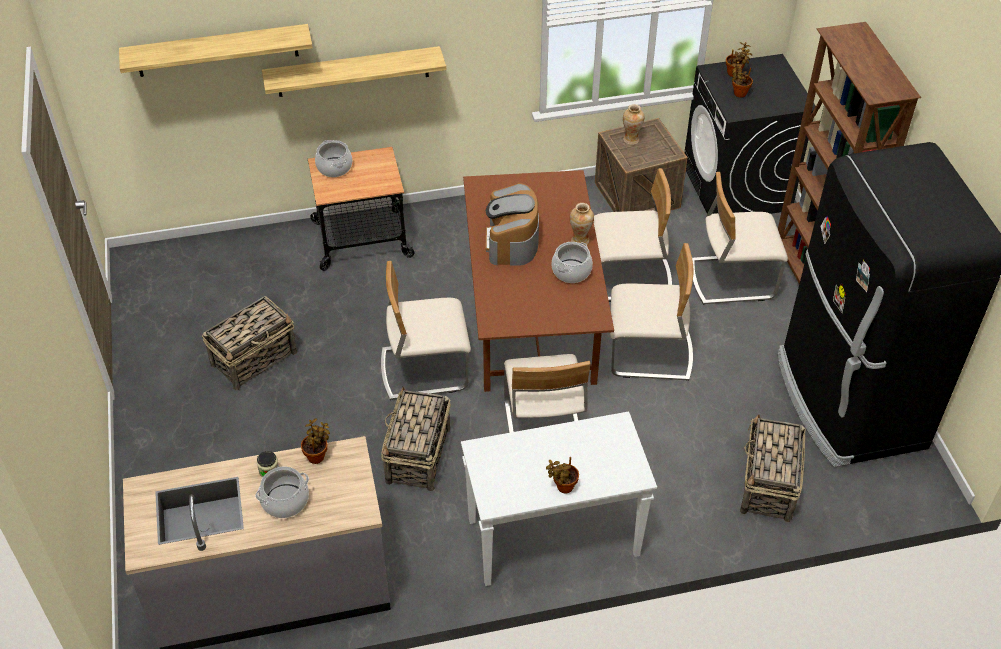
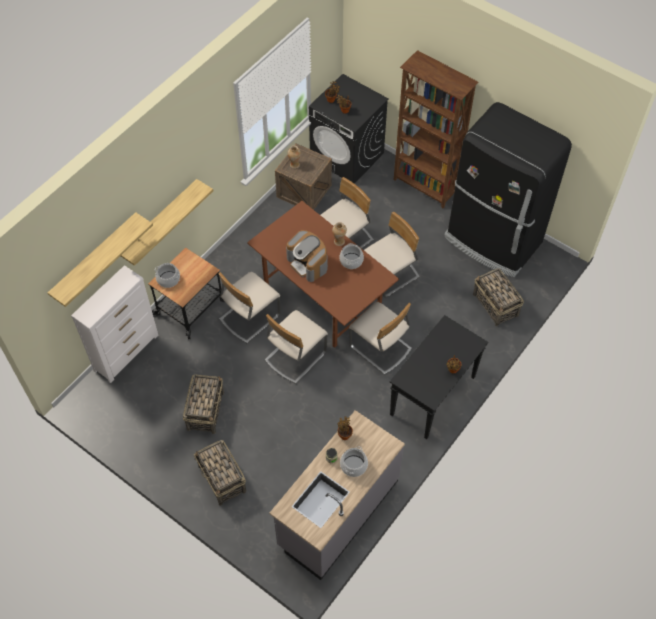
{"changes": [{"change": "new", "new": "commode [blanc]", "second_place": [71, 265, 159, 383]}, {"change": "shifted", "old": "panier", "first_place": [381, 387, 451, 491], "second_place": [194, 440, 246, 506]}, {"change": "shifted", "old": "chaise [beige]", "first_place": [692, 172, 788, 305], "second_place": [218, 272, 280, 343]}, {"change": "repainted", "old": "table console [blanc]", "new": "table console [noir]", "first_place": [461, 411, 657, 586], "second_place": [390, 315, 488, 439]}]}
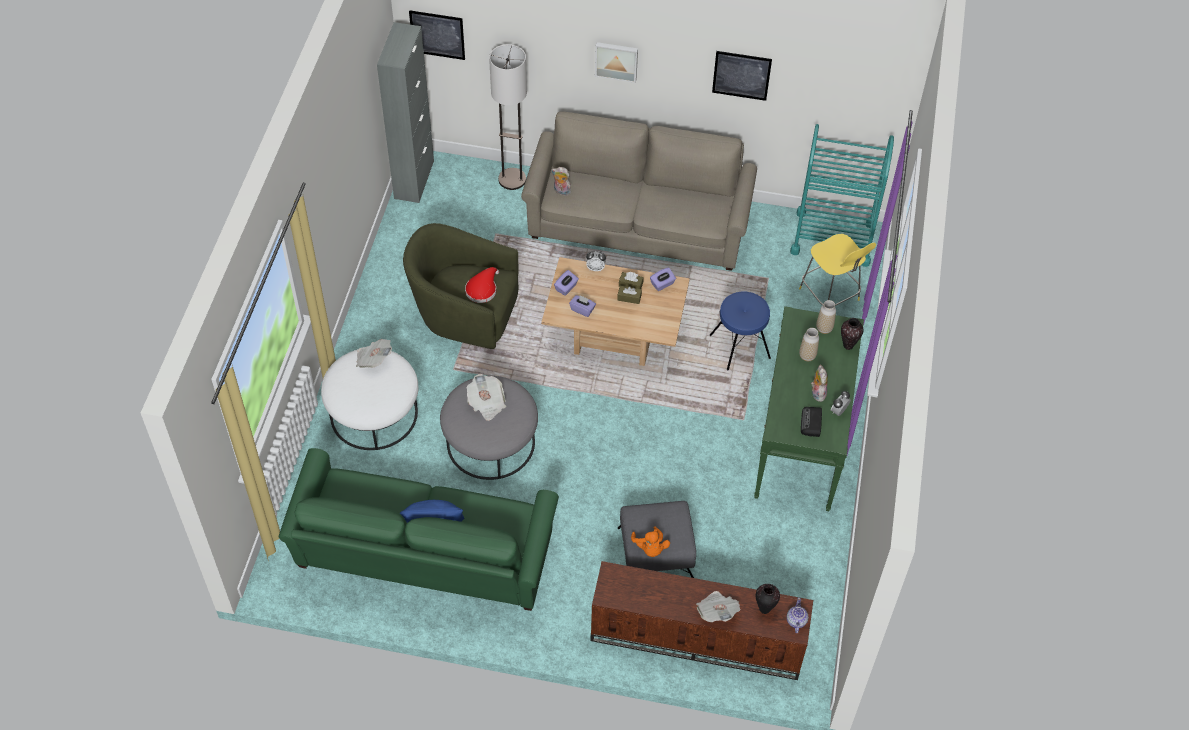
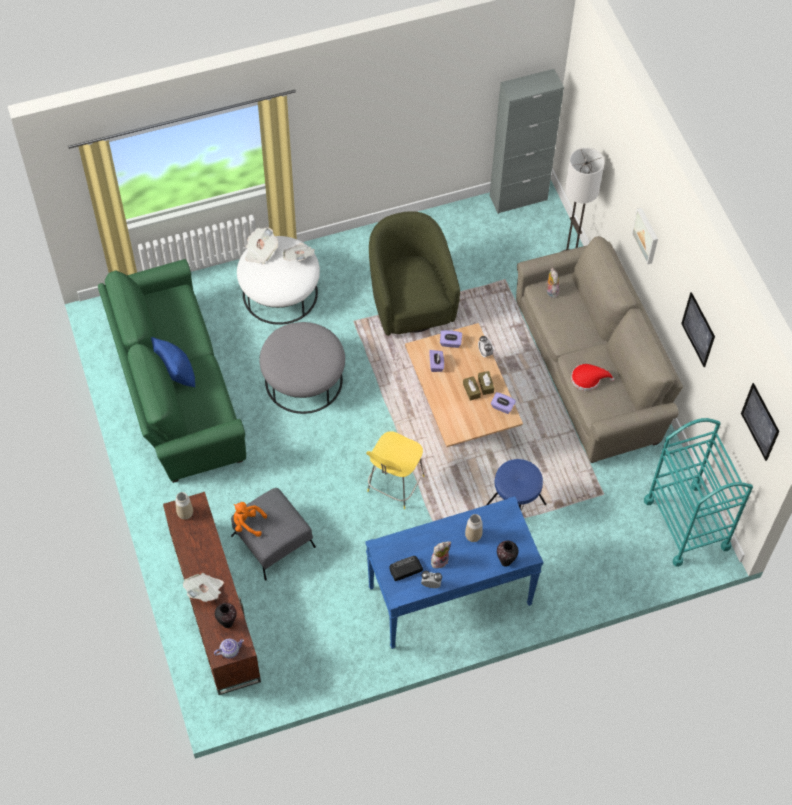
{"changes": [{"change": "shifted", "old": "vase", "first_place": [816, 300, 836, 334], "second_place": [175, 492, 193, 520]}, {"change": "rotated", "old": "peluche [orange]", "first_place": [631, 526, 670, 557], "second_place": [233, 502, 267, 537], "degrees": 60}, {"change": "shifted", "old": "journal", "first_place": [467, 374, 506, 421], "second_place": [245, 228, 278, 264]}, {"change": "repainted", "old": "table console [vert]", "new": "table console [bleu]", "first_place": [754, 306, 864, 511], "second_place": [365, 496, 543, 649]}, {"change": "shifted", "old": "tabouret [jaune]", "first_place": [799, 234, 876, 306], "second_place": [366, 432, 424, 509]}, {"change": "shifted", "old": "chapeau [rouge]", "first_place": [465, 267, 499, 303], "second_place": [571, 364, 614, 391]}, {"change": "shifted", "old": "tableau", "first_place": [409, 10, 465, 60], "second_place": [741, 383, 780, 461]}]}
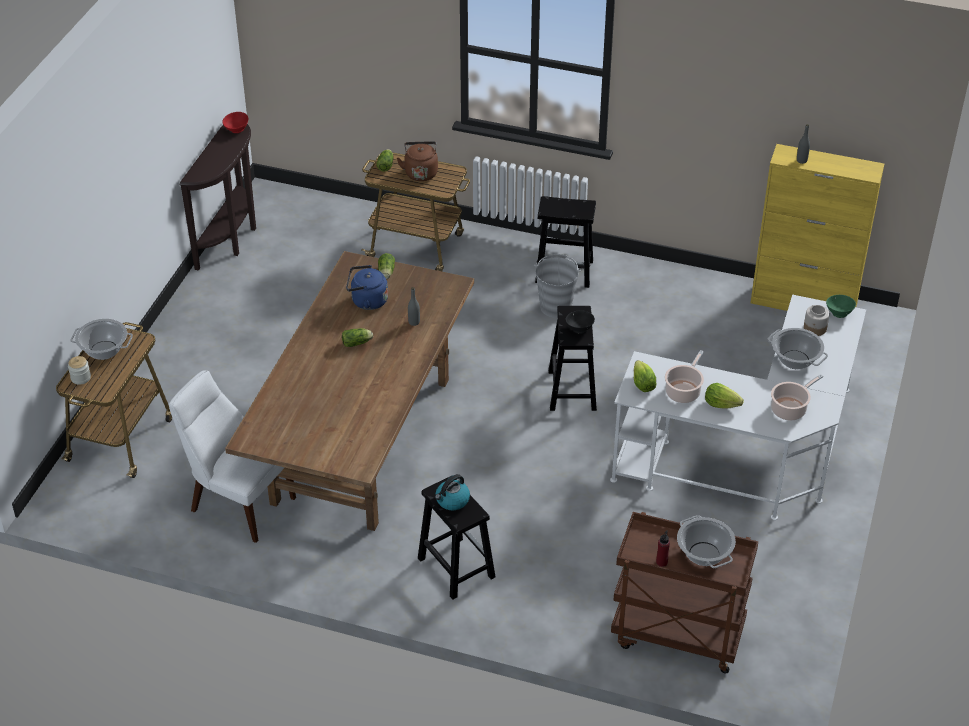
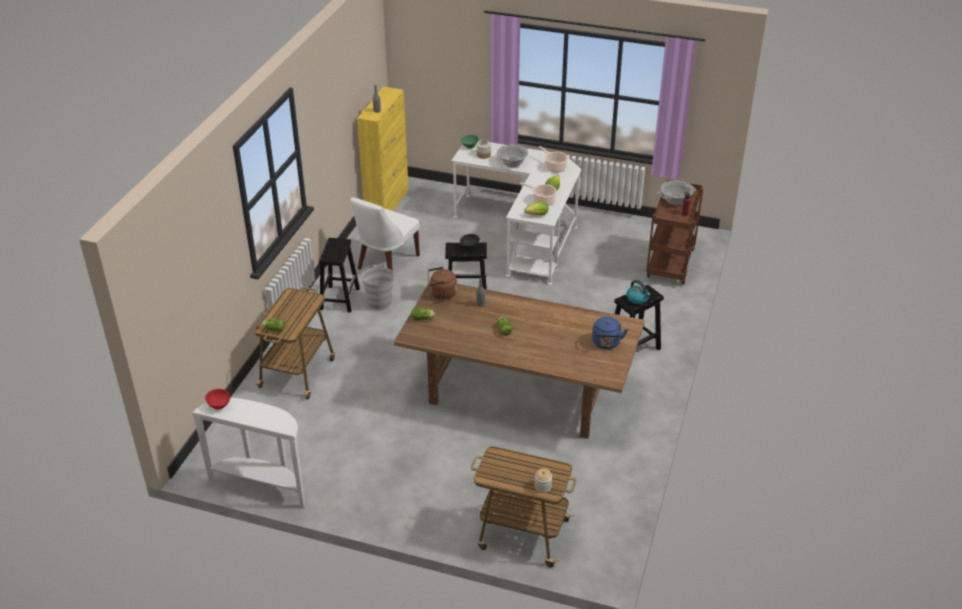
{"changes": [{"change": "repainted", "old": "table console [marron]", "new": "table console [blanc]", "first_place": [180, 124, 256, 271], "second_place": [191, 398, 305, 508]}, {"change": "shifted", "old": "chaise [blanc]", "first_place": [169, 370, 296, 543], "second_place": [350, 197, 420, 272]}, {"change": "shifted", "old": "bouilloire [marron]", "first_place": [397, 141, 438, 181], "second_place": [428, 267, 457, 300]}, {"change": "shifted", "old": "bouilloire [bleu]", "first_place": [346, 265, 388, 310], "second_place": [592, 317, 628, 349]}, {"change": "gone", "old": "marmite", "first_place": [70, 319, 133, 360]}]}
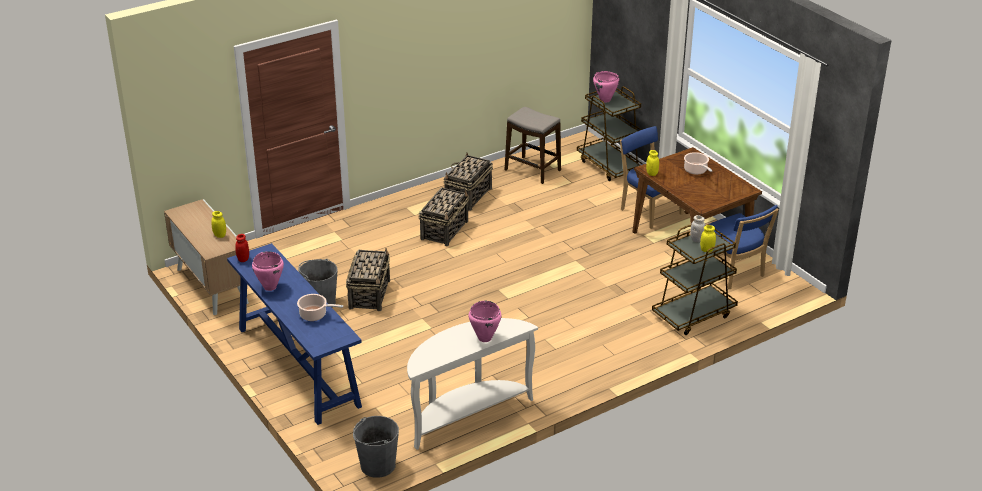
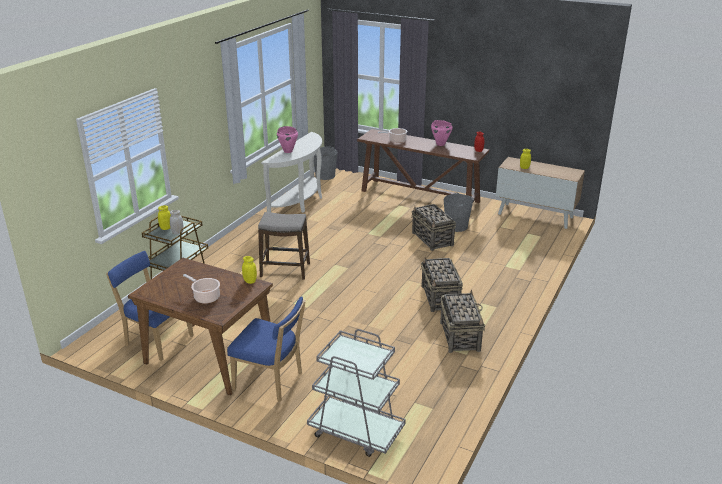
{"changes": [{"change": "shifted", "old": "tabouret", "first_place": [505, 107, 561, 184], "second_place": [258, 212, 310, 280]}, {"change": "repainted", "old": "chariot [marron]", "new": "chariot [gris]", "first_place": [577, 86, 643, 181], "second_place": [307, 329, 406, 457]}, {"change": "repainted", "old": "table console [bleu]", "new": "table console [marron]", "first_place": [227, 243, 362, 425], "second_place": [357, 129, 489, 203]}, {"change": "gone", "old": "marmite [rose]", "first_place": [593, 71, 619, 103]}]}
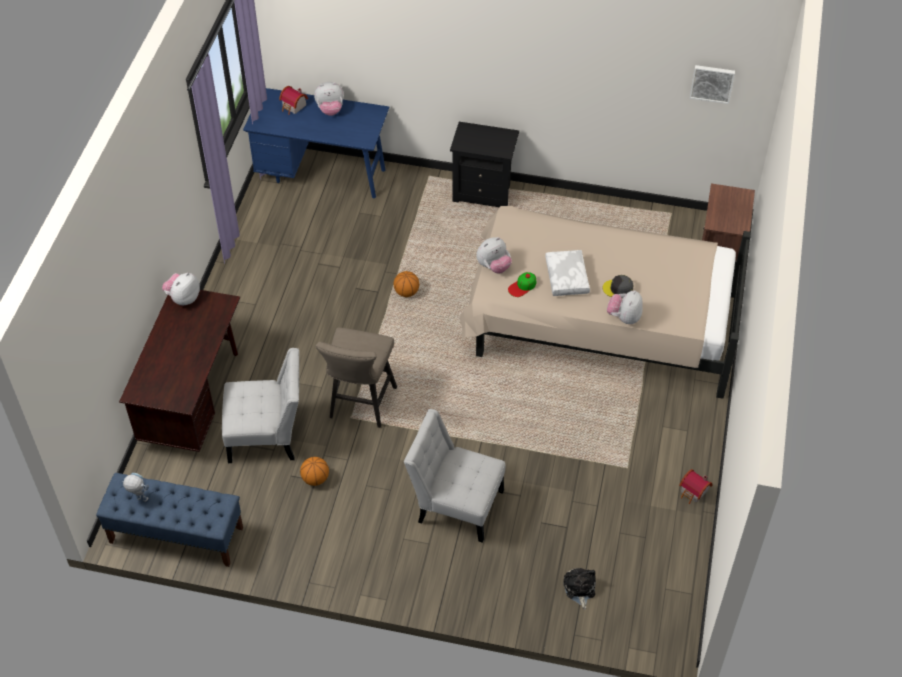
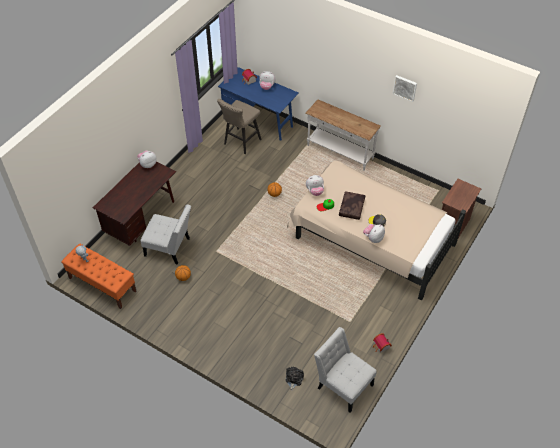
{"changes": [{"change": "repainted", "old": "banc [bleu]", "new": "banc [orange]", "first_place": [96, 473, 243, 567], "second_place": [61, 244, 136, 309]}, {"change": "shifted", "old": "tabouret [beige]", "first_place": [316, 327, 397, 428], "second_place": [217, 99, 261, 154]}, {"change": "swapped", "old": "table de chevet [noir]", "new": "table console [blanc]", "first_place": [450, 122, 519, 207], "second_place": [306, 99, 381, 171]}, {"change": "shifted", "old": "chaise [blanc]", "first_place": [404, 409, 505, 543], "second_place": [314, 327, 377, 413]}, {"change": "repainted", "old": "coussin [blanc]", "new": "coussin [marron]", "first_place": [545, 250, 590, 296], "second_place": [339, 191, 365, 220]}, {"change": "shifted", "old": "tableau", "first_place": [690, 65, 735, 104], "second_place": [393, 75, 417, 102]}]}
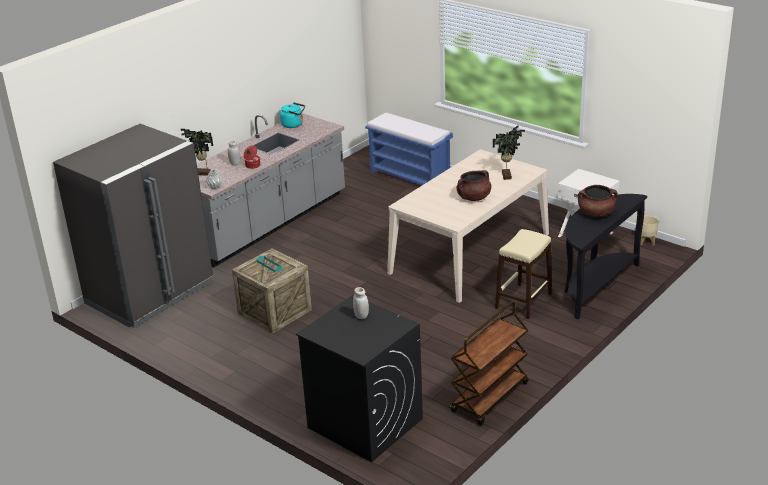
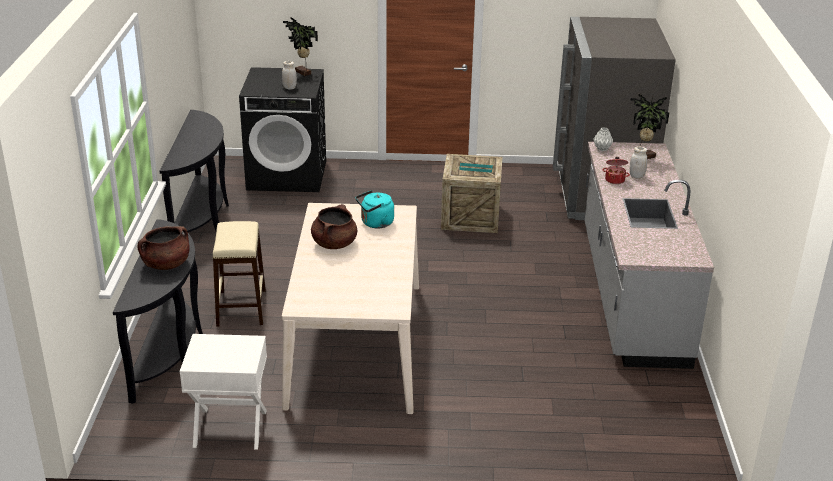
{"changes": [{"change": "swapped", "old": "chariot [marron]", "new": "table console [noir]", "first_place": [451, 301, 528, 425], "second_place": [160, 110, 229, 232]}, {"change": "shifted", "old": "plante en pot", "first_place": [493, 125, 525, 180], "second_place": [283, 17, 318, 76]}, {"change": "shifted", "old": "bouilloire [turquoise]", "first_place": [280, 102, 305, 128], "second_place": [356, 190, 394, 228]}, {"change": "gone", "old": "banc [bleu]", "first_place": [365, 113, 453, 185]}, {"change": "gone", "old": "cache-pot [beige]", "first_place": [640, 216, 658, 246]}]}
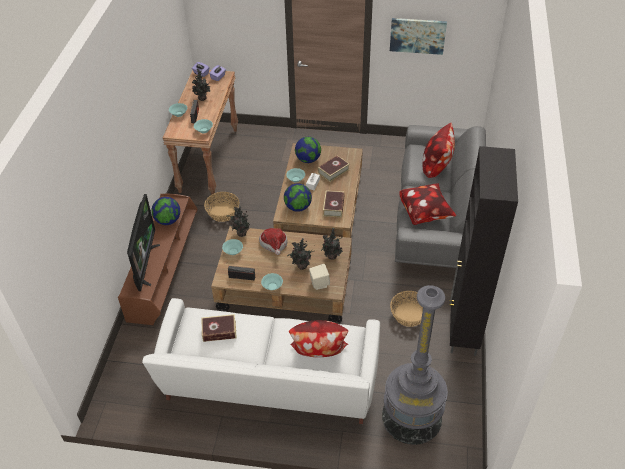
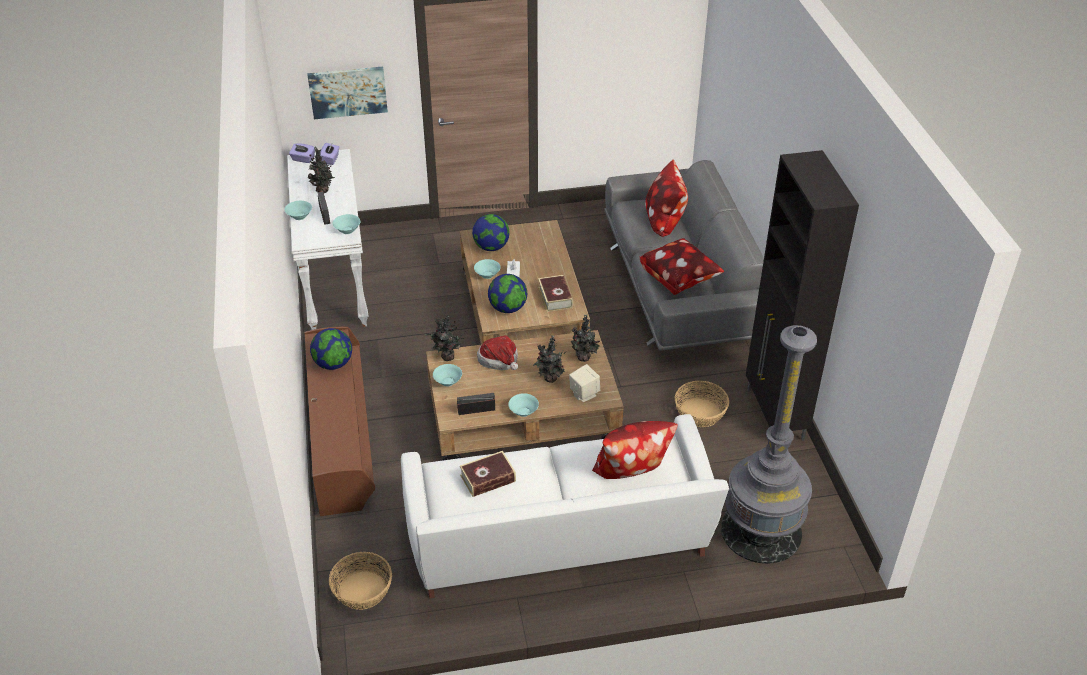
{"changes": [{"change": "repainted", "old": "table console [marron]", "new": "table console [blanc]", "first_place": [163, 70, 238, 194], "second_place": [287, 149, 368, 330]}, {"change": "shifted", "old": "tableau", "first_place": [390, 18, 447, 55], "second_place": [307, 67, 388, 119]}, {"change": "shifted", "old": "panier", "first_place": [204, 192, 240, 222], "second_place": [329, 552, 392, 610]}, {"change": "gone", "old": "téléviseur", "first_place": [127, 194, 160, 291]}, {"change": "gone", "old": "livre", "first_place": [318, 155, 349, 182]}]}
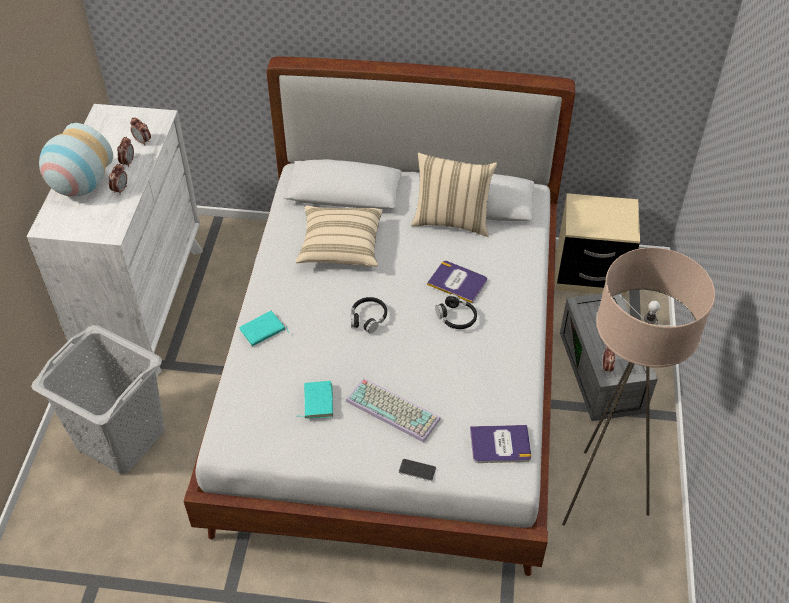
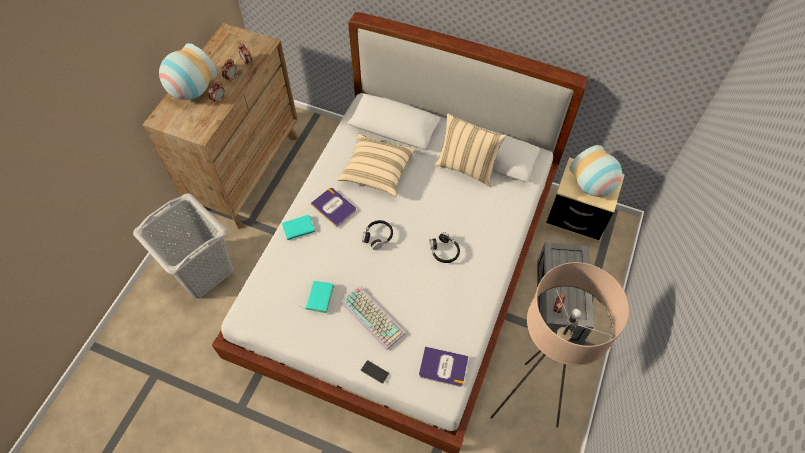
{"changes": [{"change": "repainted", "old": "commode [blanc]", "new": "commode [marron]", "first_place": [27, 104, 203, 376], "second_place": [142, 23, 298, 229]}, {"change": "shifted", "old": "livre", "first_place": [427, 261, 487, 304], "second_place": [311, 188, 356, 227]}, {"change": "new", "new": "vase", "second_place": [570, 145, 622, 197]}]}
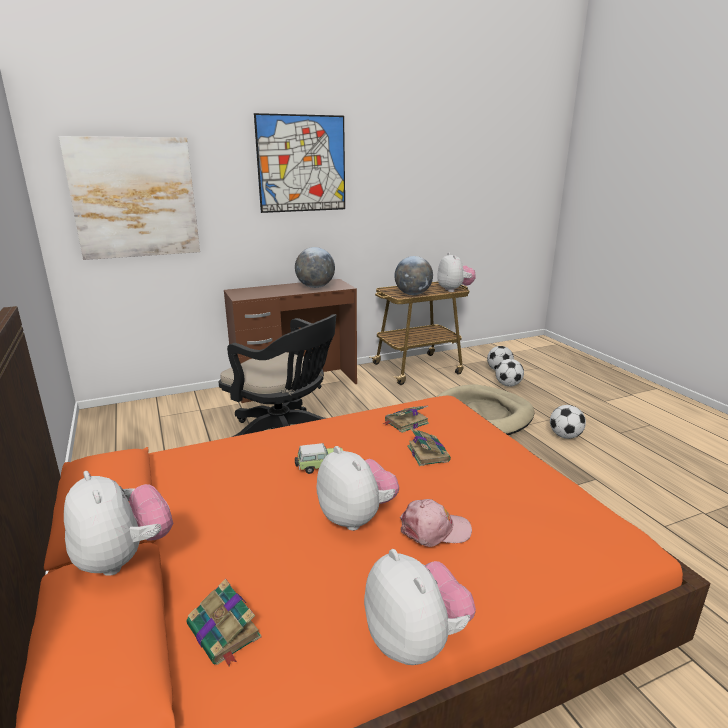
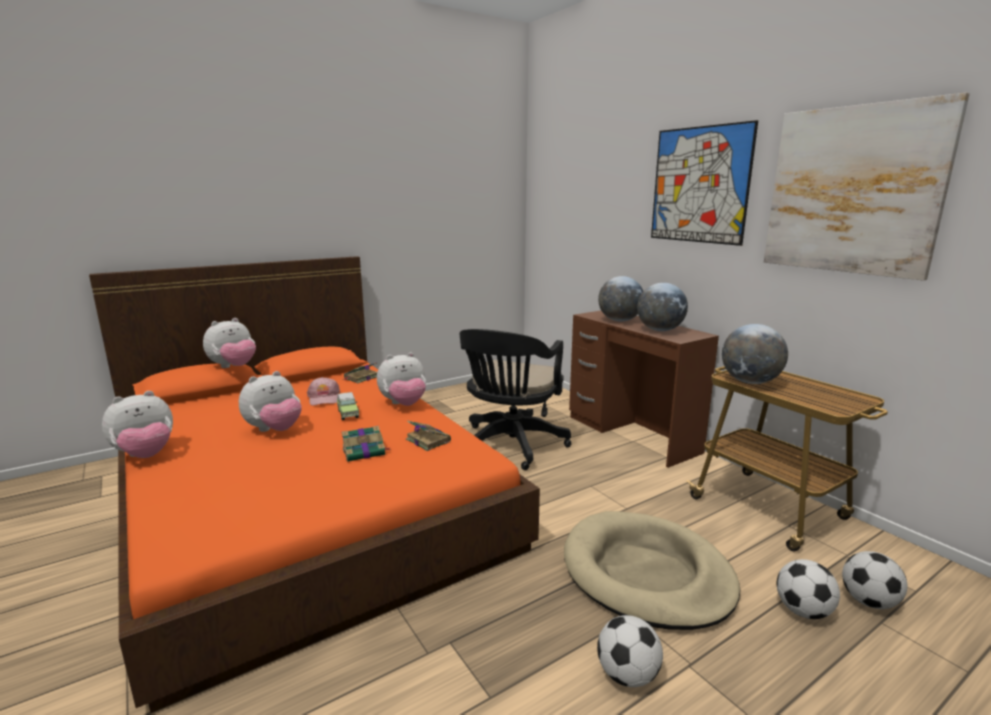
{"changes": [{"change": "shifted", "old": "casquette [rose]", "first_place": [400, 499, 472, 547], "second_place": [307, 377, 340, 406]}, {"change": "shifted", "old": "livre", "first_place": [187, 579, 262, 666], "second_place": [342, 362, 377, 383]}, {"change": "shifted", "old": "peluche", "first_place": [437, 252, 476, 292], "second_place": [377, 352, 426, 406]}, {"change": "new", "new": "globe", "second_place": [598, 276, 643, 321]}, {"change": "shifted", "old": "tableau", "first_place": [59, 136, 200, 260], "second_place": [764, 93, 970, 281]}]}
